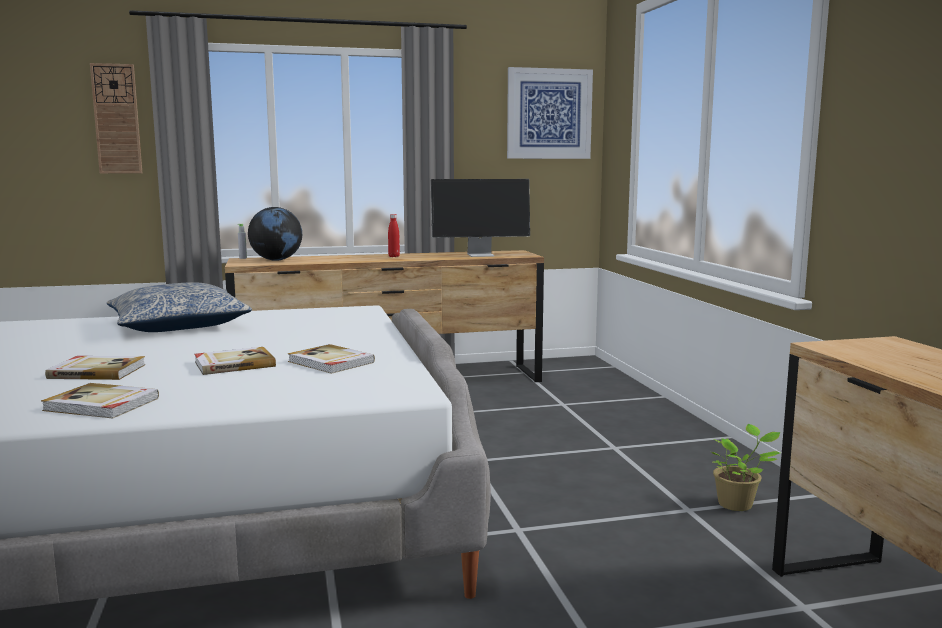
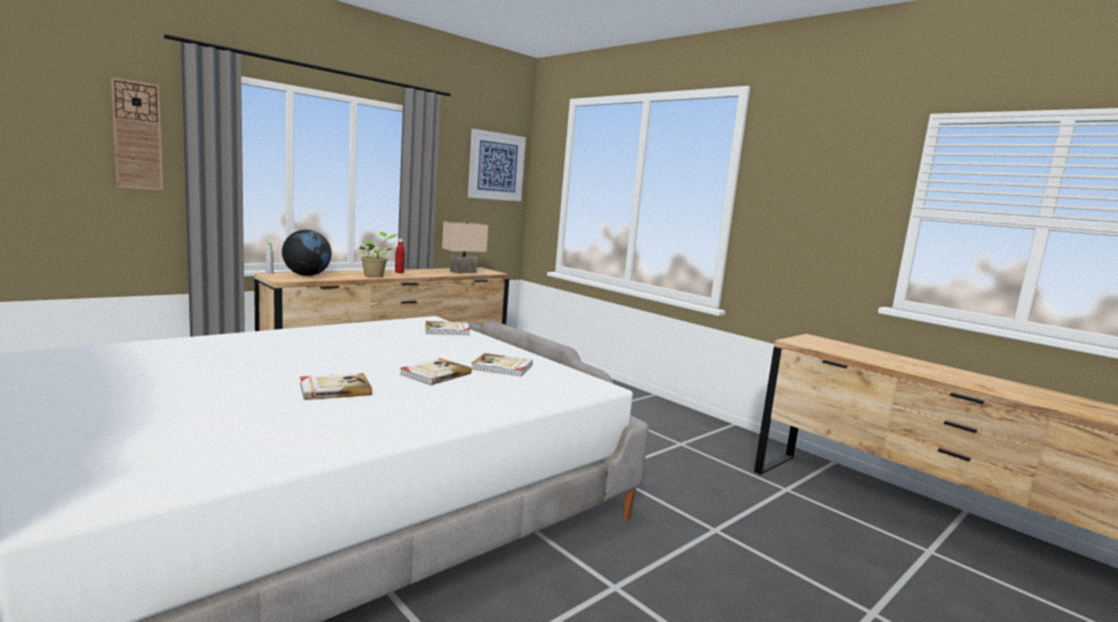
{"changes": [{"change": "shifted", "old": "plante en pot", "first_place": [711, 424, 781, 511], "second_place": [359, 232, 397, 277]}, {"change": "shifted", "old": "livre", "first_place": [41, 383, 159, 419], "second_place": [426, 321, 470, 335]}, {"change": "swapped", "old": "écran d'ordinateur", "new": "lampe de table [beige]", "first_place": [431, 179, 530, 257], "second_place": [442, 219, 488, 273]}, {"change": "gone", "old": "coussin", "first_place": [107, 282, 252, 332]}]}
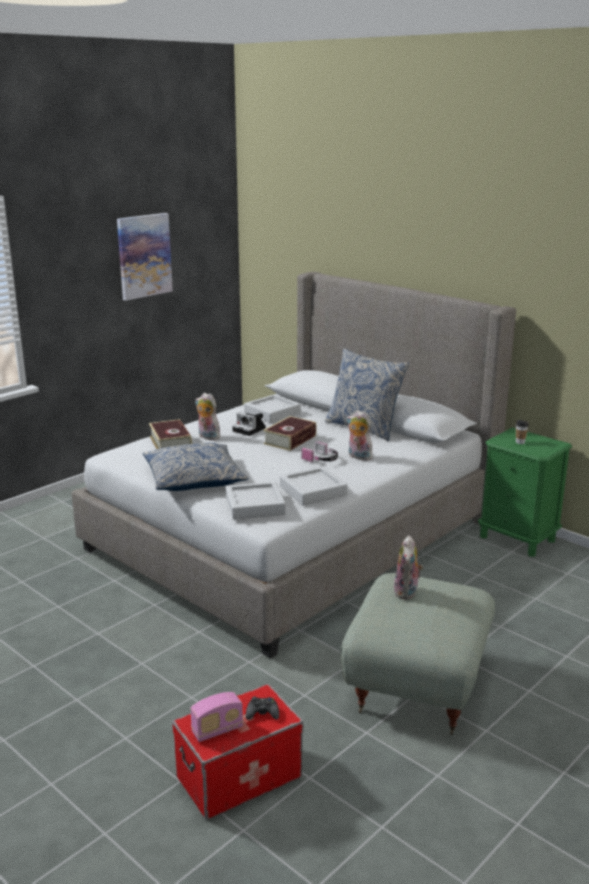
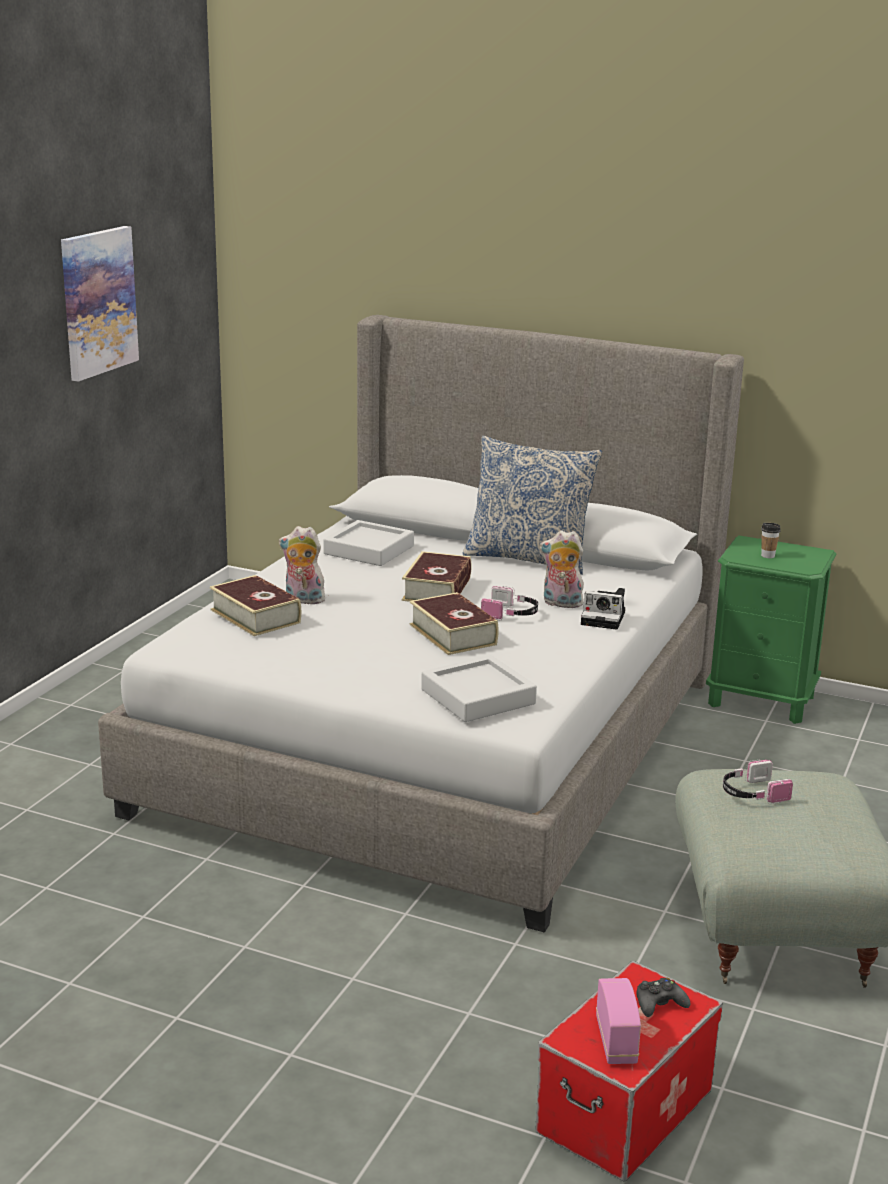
{"changes": [{"change": "new", "new": "livre", "second_place": [409, 592, 499, 655]}, {"change": "shifted", "old": "appareil photo", "first_place": [232, 413, 266, 436], "second_place": [581, 588, 625, 630]}, {"change": "rotated", "old": "radio", "first_place": [190, 692, 243, 742], "second_place": [596, 978, 641, 1064], "degrees": -45}, {"change": "swapped", "old": "peluche", "new": "casque audio", "first_place": [394, 535, 423, 599], "second_place": [723, 760, 793, 804]}, {"change": "gone", "old": "coussin", "first_place": [143, 443, 248, 491]}, {"change": "gone", "old": "plateau [gris]", "first_place": [280, 466, 348, 506]}]}
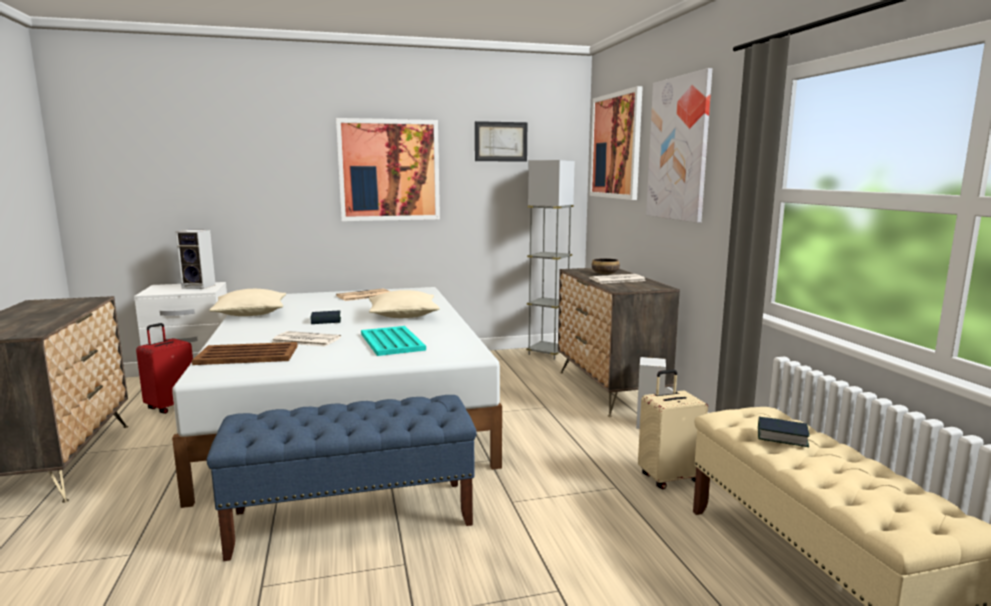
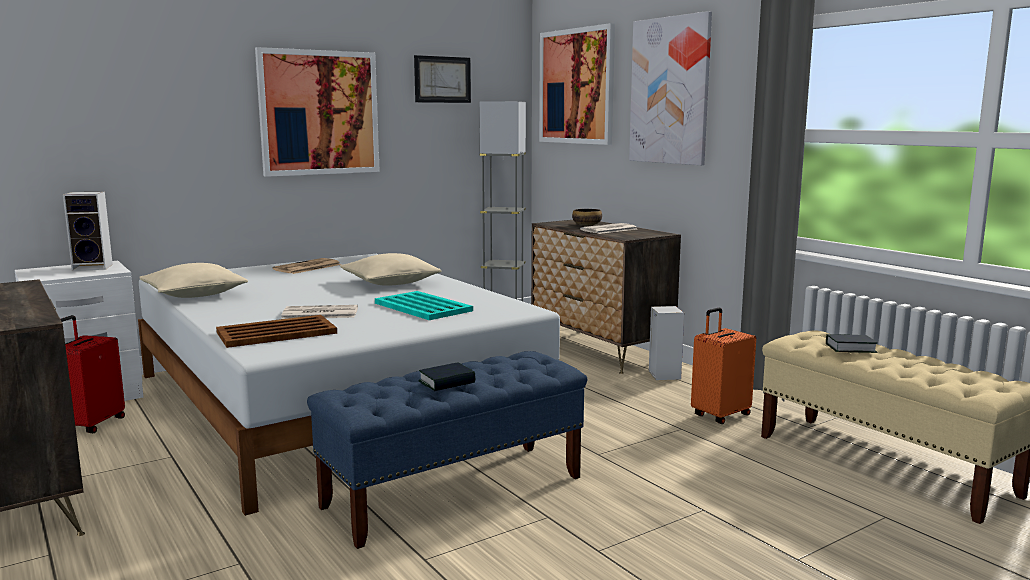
{"changes": [{"change": "shifted", "old": "livre", "first_place": [310, 310, 341, 324], "second_place": [418, 362, 475, 391]}, {"change": "repainted", "old": "valise [beige]", "new": "valise [orange]", "first_place": [638, 369, 708, 489], "second_place": [691, 308, 756, 424]}]}
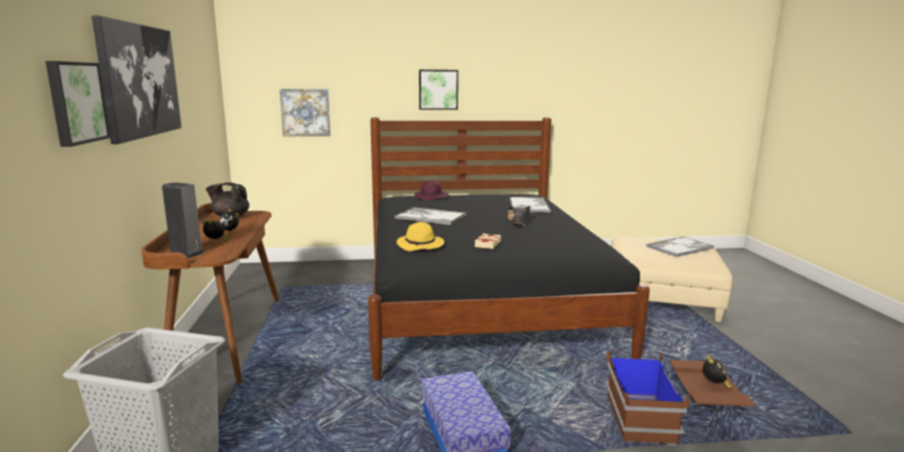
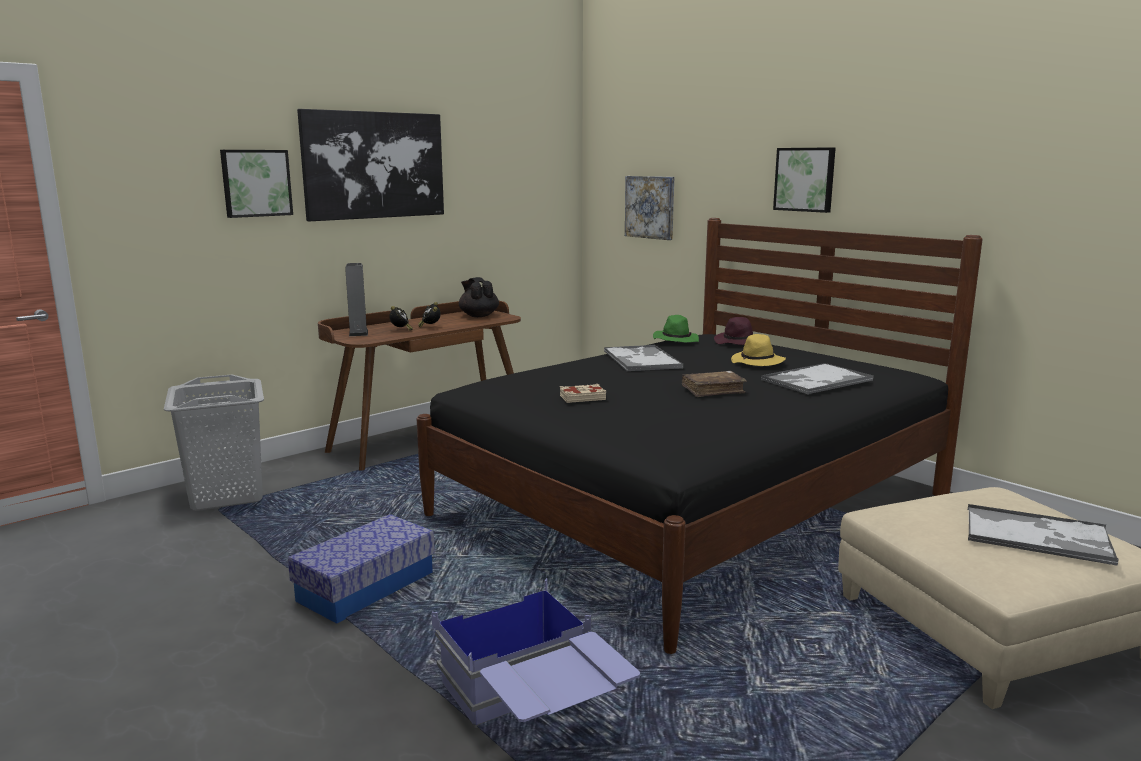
{"changes": [{"change": "repainted", "old": "boîte de rangement [marron]", "new": "boîte de rangement [bleu]", "first_place": [605, 351, 754, 446], "second_place": [432, 578, 640, 728]}, {"change": "new", "new": "chapeau [vert]", "second_place": [653, 315, 699, 342]}, {"change": "swapped", "old": "chapeau [noir]", "new": "livre [marron]", "first_place": [508, 206, 530, 226], "second_place": [682, 371, 747, 397]}, {"change": "shifted", "old": "chapeau [jaune]", "first_place": [397, 222, 444, 251], "second_place": [731, 334, 786, 366]}, {"change": "gone", "old": "réveil", "first_place": [703, 355, 732, 389]}]}
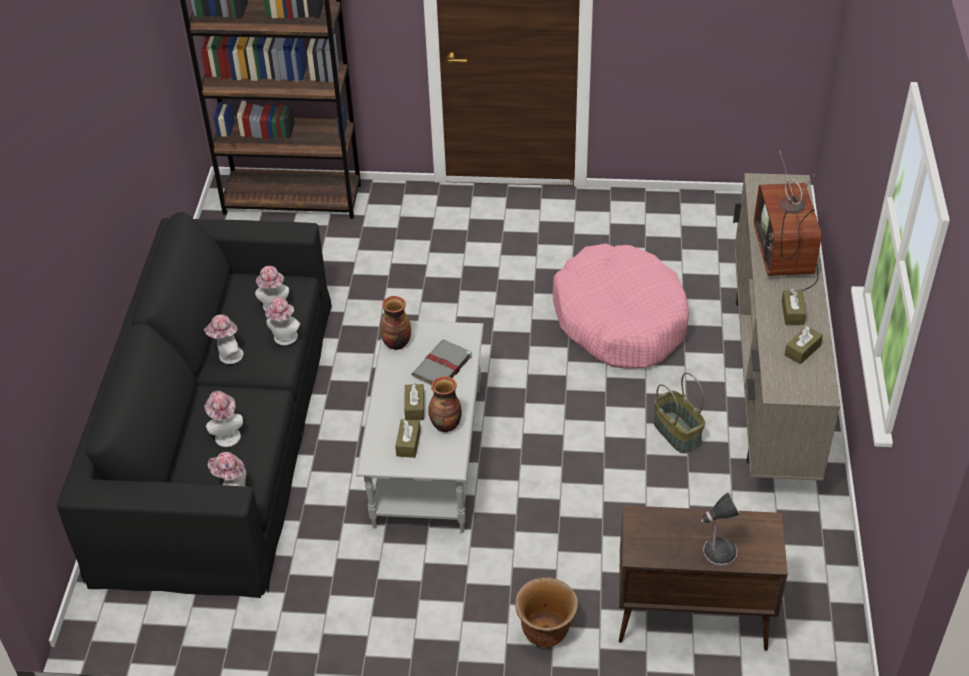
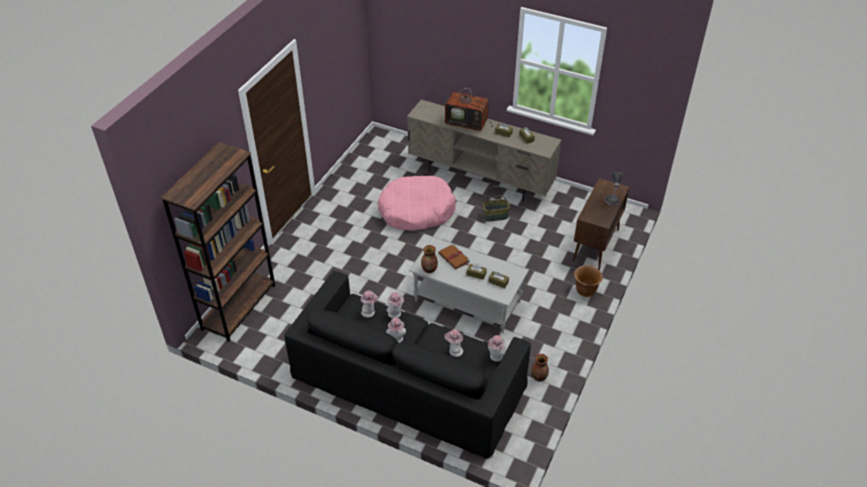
{"changes": [{"change": "repainted", "old": "livre [gris]", "new": "livre [marron]", "first_place": [412, 340, 472, 390], "second_place": [438, 244, 470, 270]}, {"change": "shifted", "old": "vase", "first_place": [428, 376, 462, 432], "second_place": [531, 354, 549, 382]}]}
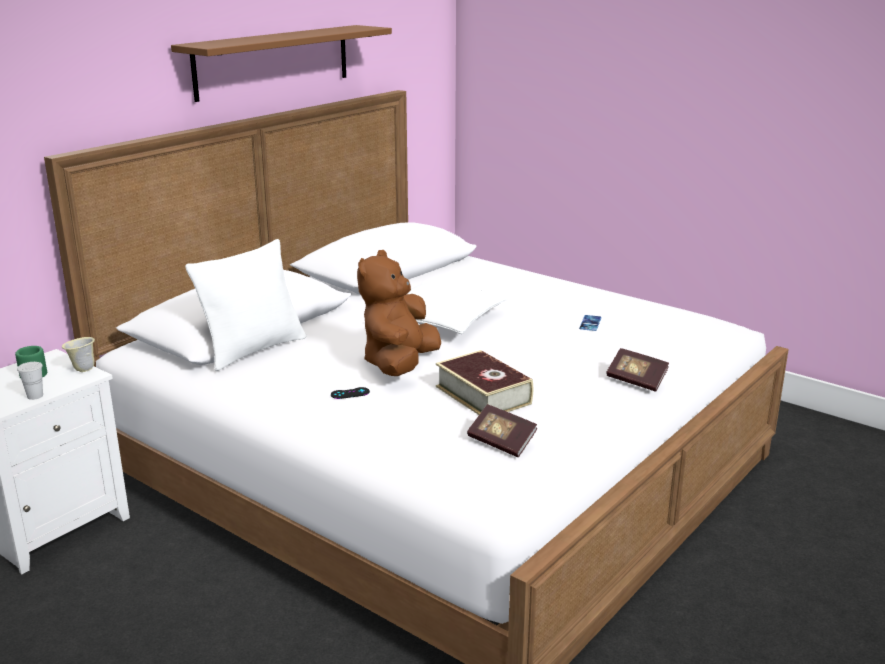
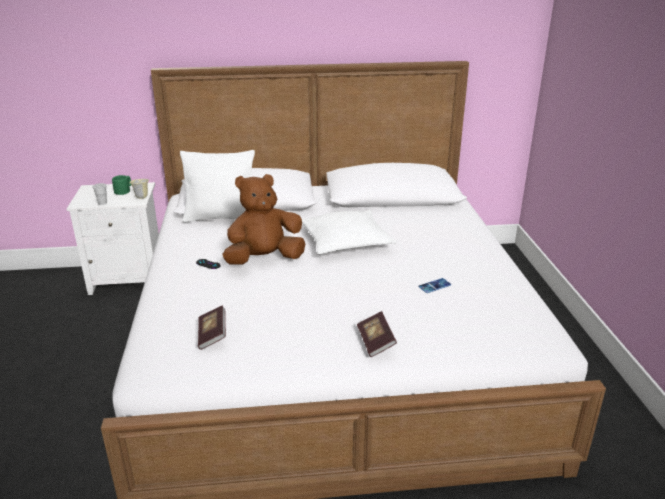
{"changes": [{"change": "gone", "old": "étagère [marron]", "first_place": [171, 25, 392, 102]}, {"change": "gone", "old": "livre", "first_place": [436, 350, 533, 415]}]}
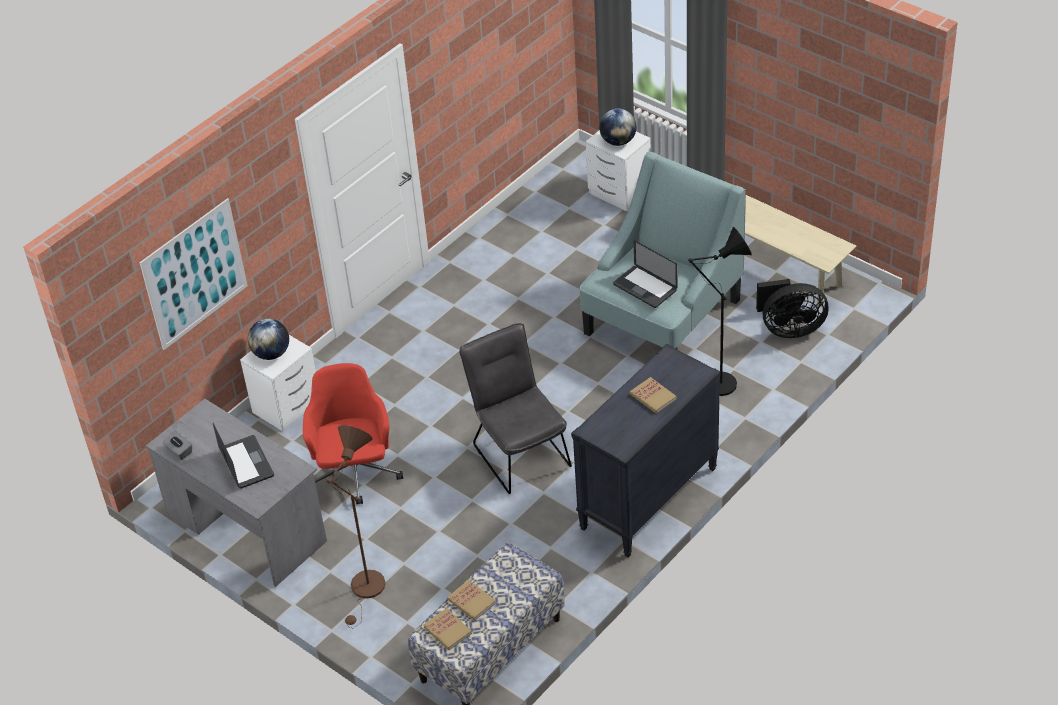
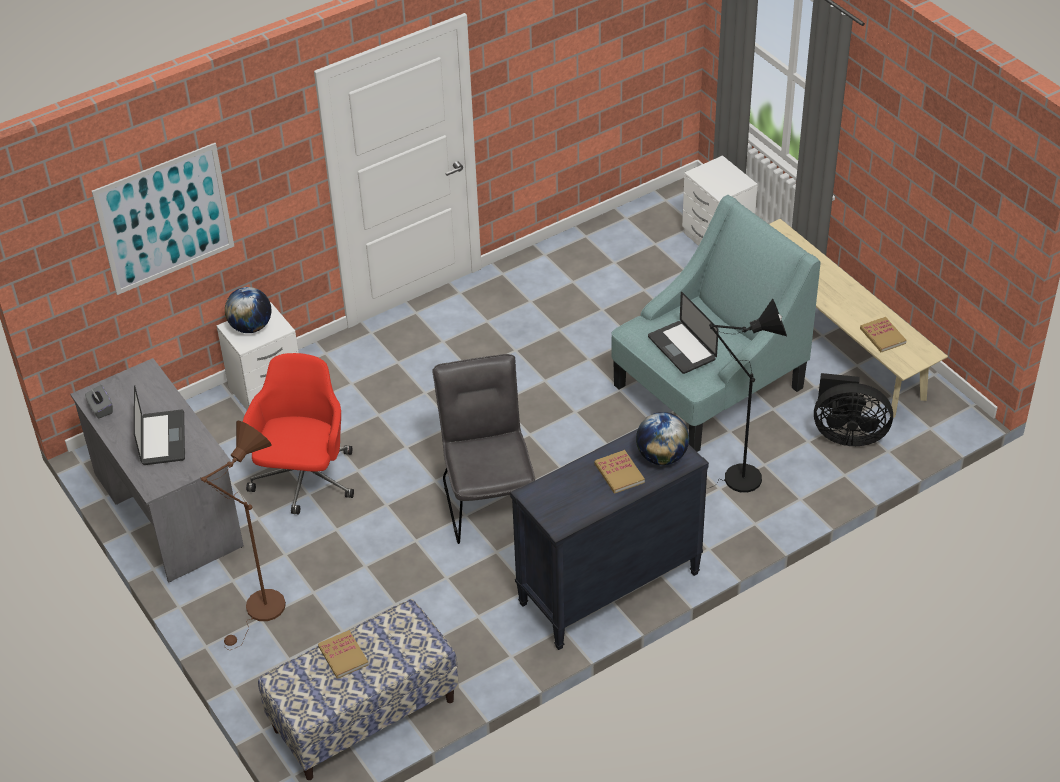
{"changes": [{"change": "shifted", "old": "globe", "first_place": [599, 108, 637, 146], "second_place": [636, 412, 689, 465]}, {"change": "shifted", "old": "livre", "first_place": [423, 608, 472, 650], "second_place": [860, 317, 907, 352]}]}
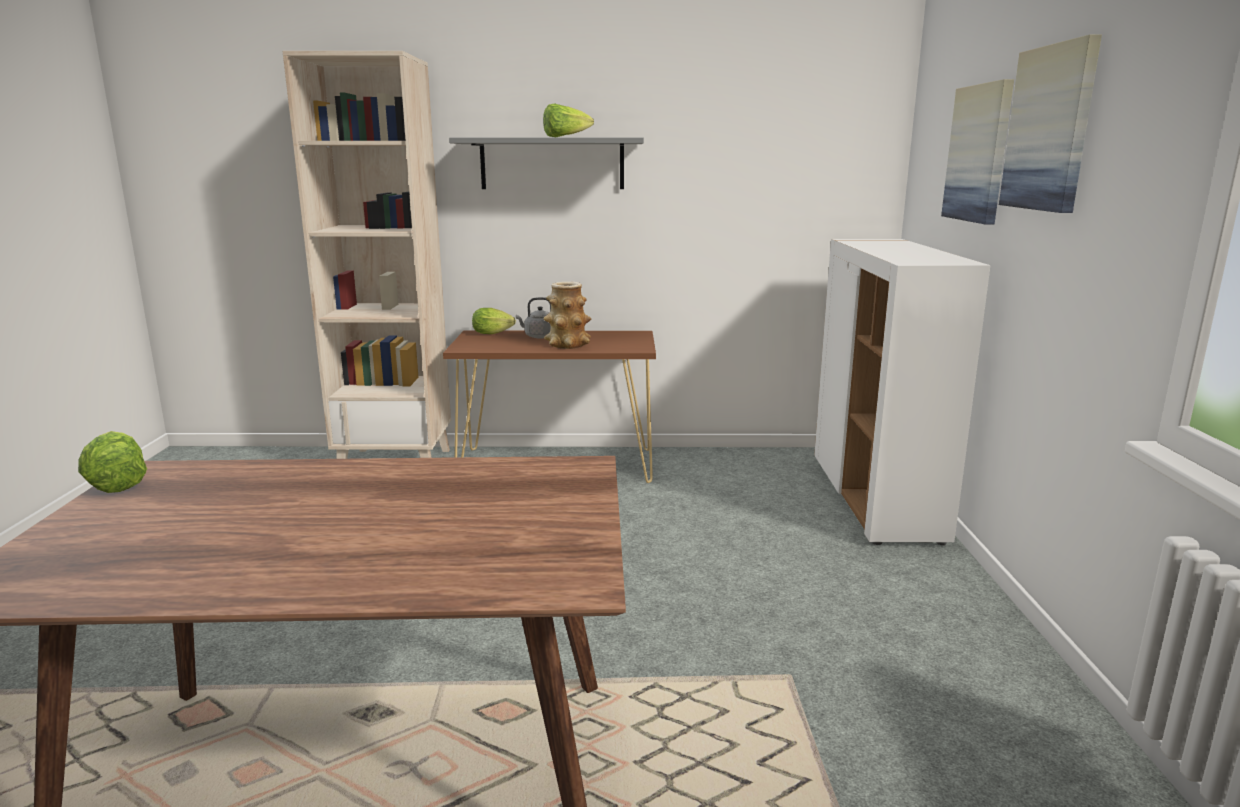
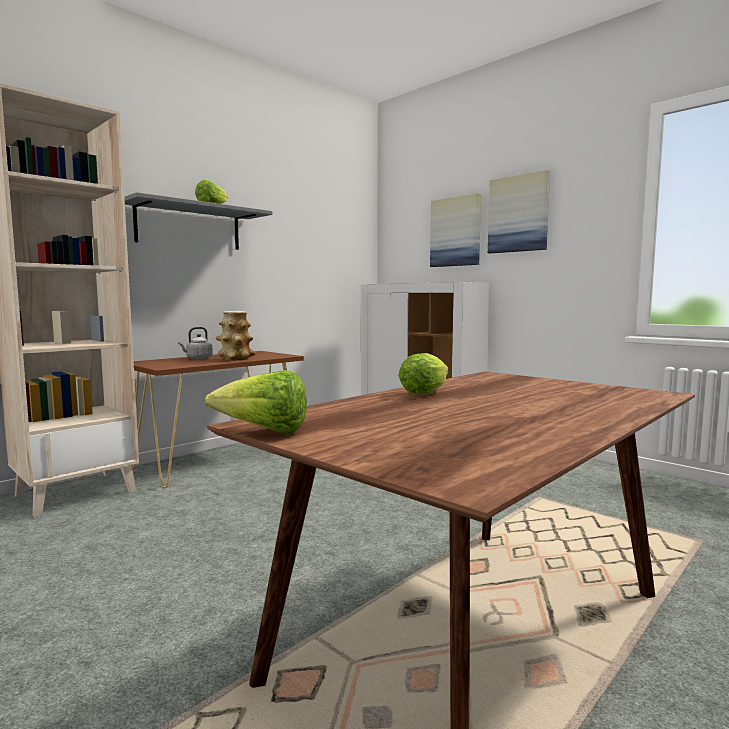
{"changes": [{"change": "shifted", "old": "laitue", "first_place": [472, 308, 516, 334], "second_place": [398, 353, 448, 395]}]}
